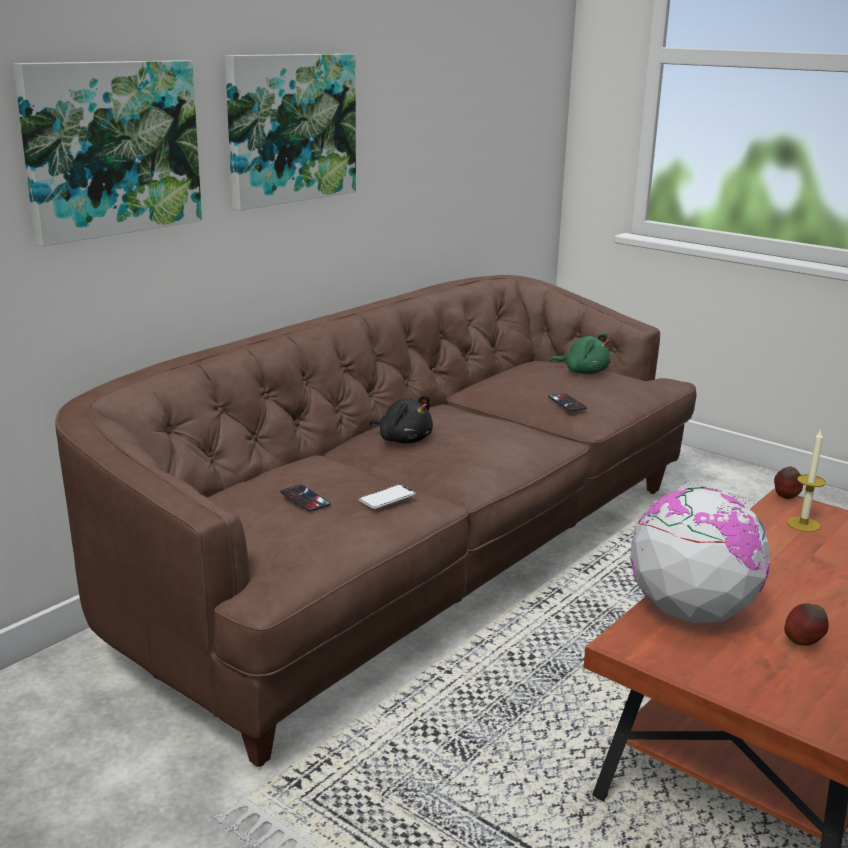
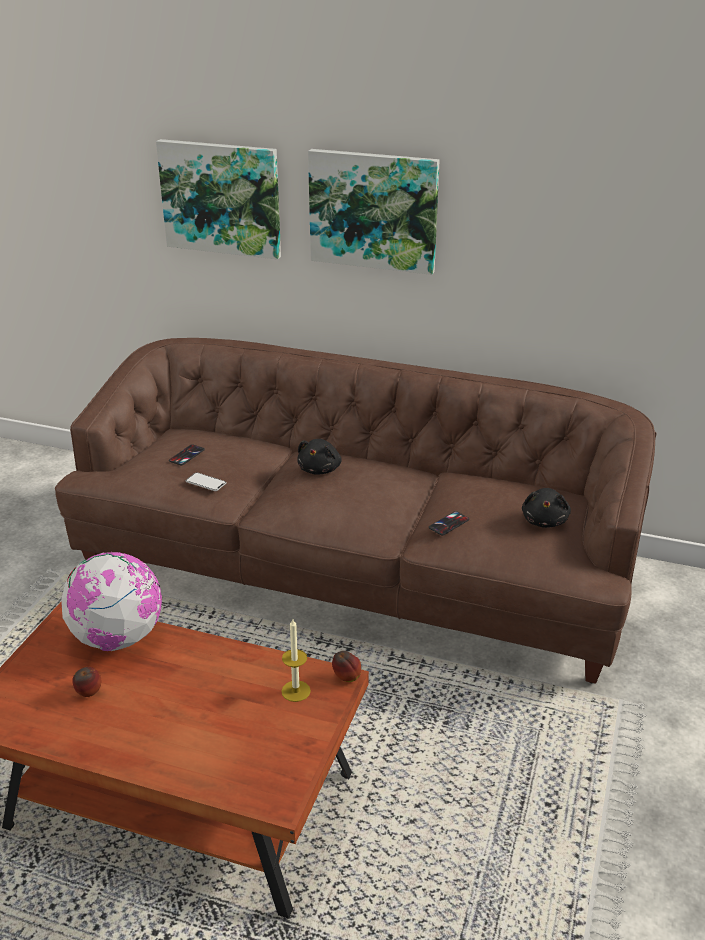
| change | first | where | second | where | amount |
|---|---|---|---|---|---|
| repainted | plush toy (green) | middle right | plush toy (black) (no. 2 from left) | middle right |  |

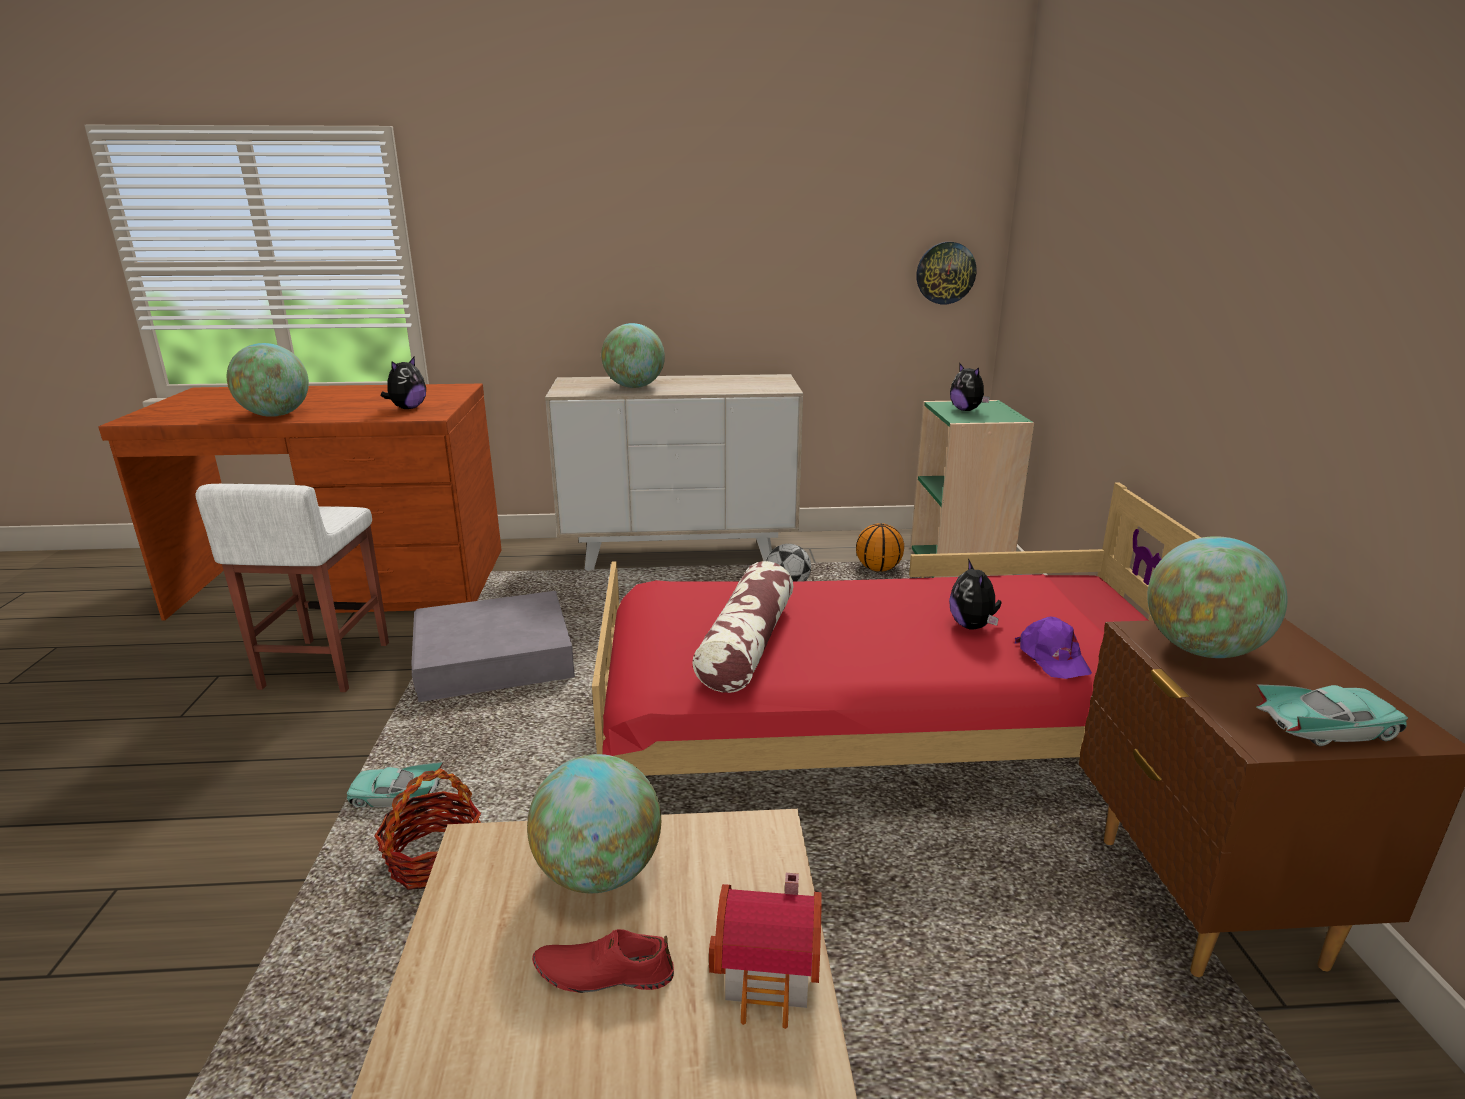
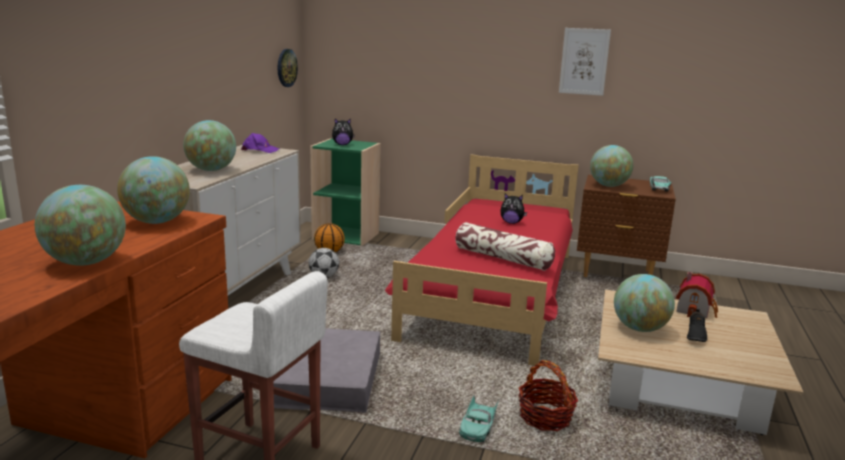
| change | first | where | second | where | amount |
|---|---|---|---|---|---|
| swapped | plush toy (no. 1 from left) | middle left | globe (no. 2 from left) | middle left |  |
| shifted | cap (purple) | middle right |  | top left |  |
| new |  |  | picture | top right |  |
| repainted | shoe (red) | bottom centre | shoe (black) | bottom right |  |

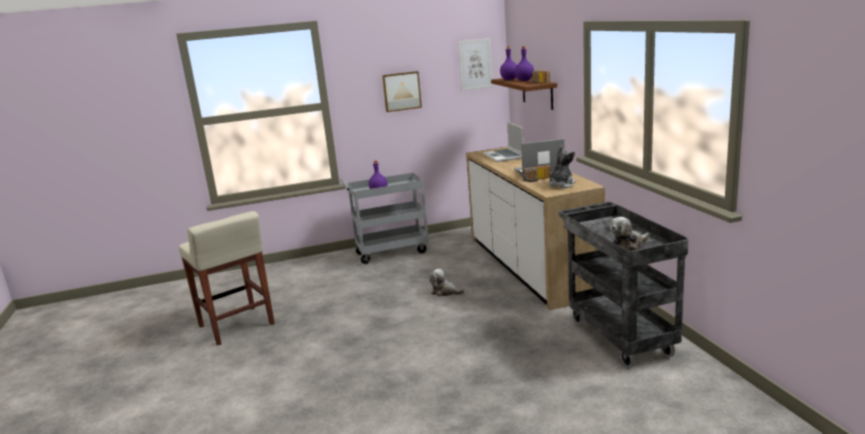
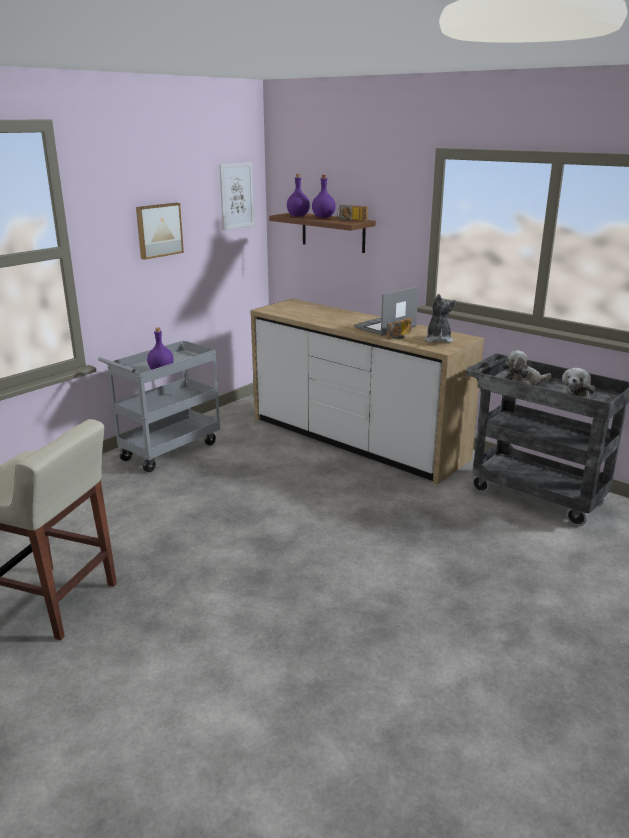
| change | first | where | second | where | amount |
|---|---|---|---|---|---|
| shifted | plush toy (no. 1 from left in the first image) | centre | plush toy (no. 2 from left) | middle right |  |
| gone | laptop (no. 1 from left) | top centre |  |  |  |

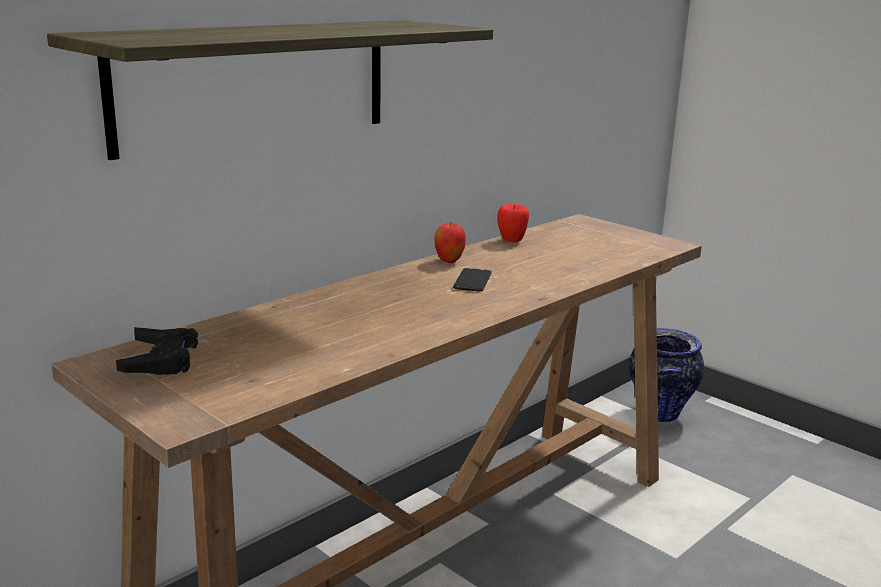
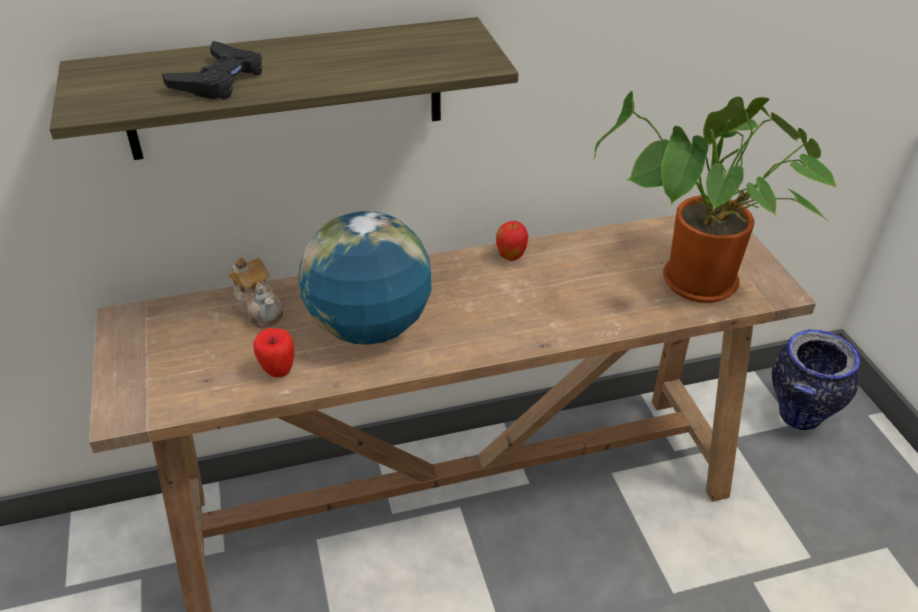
| change | first | where | second | where | amount |
|---|---|---|---|---|---|
| shifted | game controller (black) | middle left |  | top left |  |
| new |  |  | teapot | middle left |  |
| shifted | apple (no. 2 from left in the first image) | centre | apple (no. 1 from left) | middle left |  |
| new |  |  | globe | centre |  |
| new |  |  | potted plant | top right |  |
| gone | phone | centre |  |  |  |

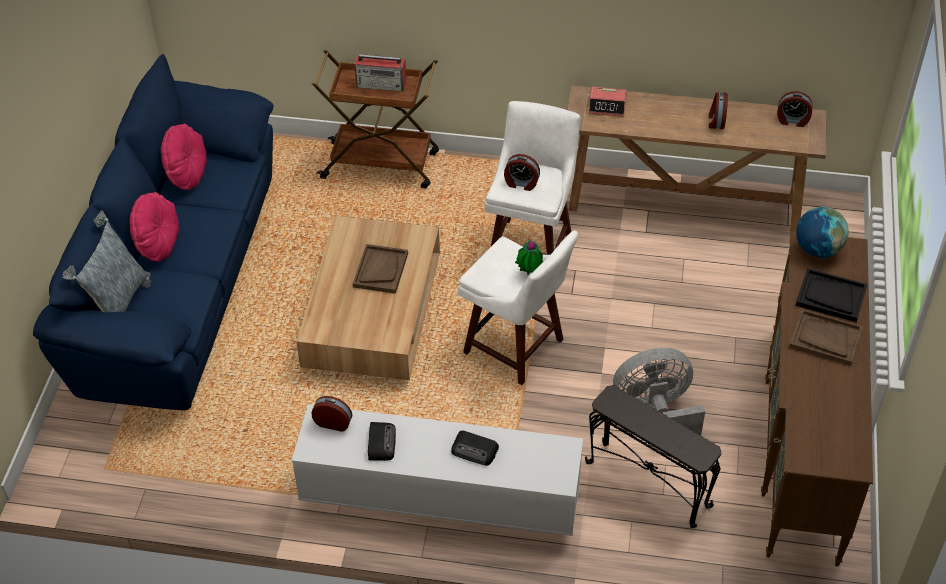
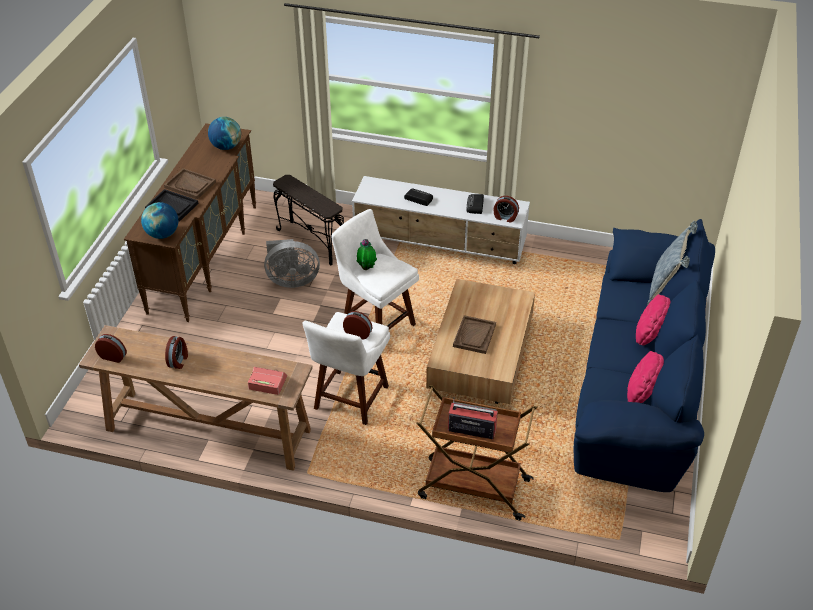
| change | first | where | second | where | amount |
|---|---|---|---|---|---|
| new |  |  | globe (no. 2 from left) | top left |  |

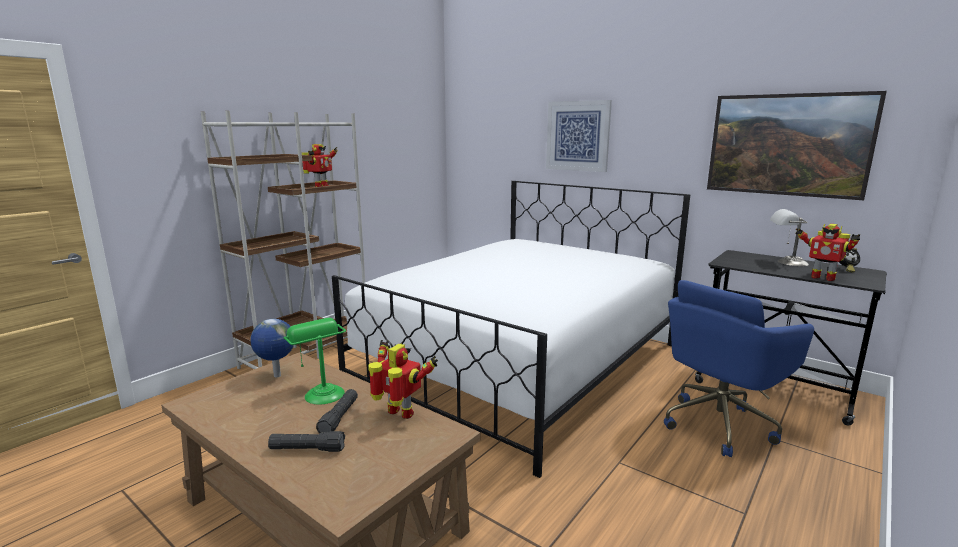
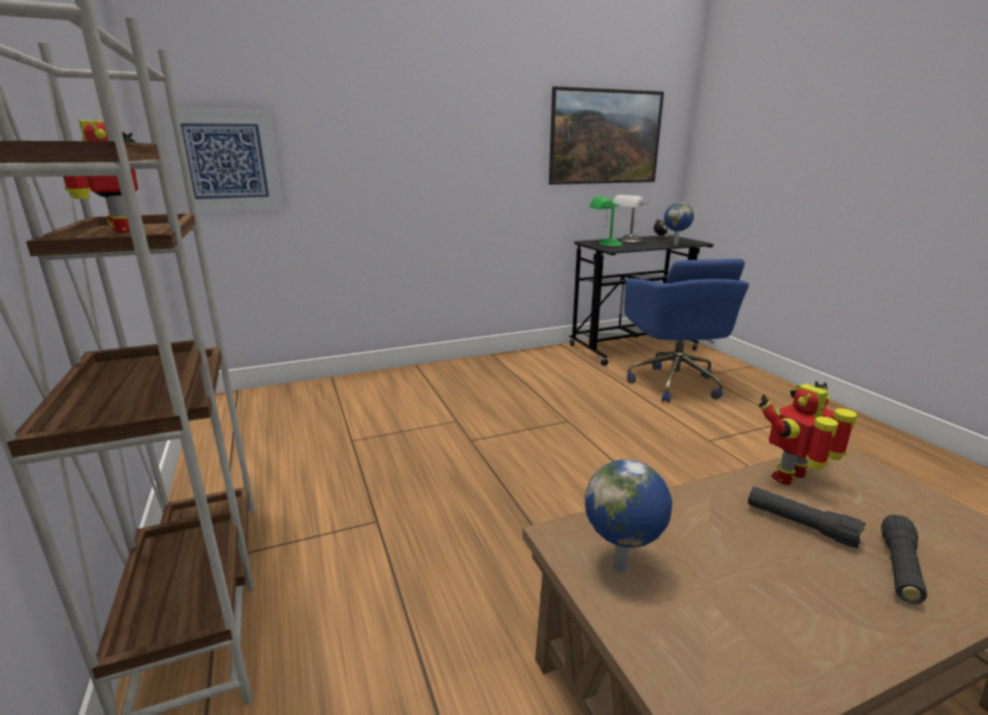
| change | first | where | second | where | amount |
|---|---|---|---|---|---|
| shifted | picture (no. 1 from left) | top centre |  | top left |  |
| shifted | table lamp (green) | middle left |  | top centre |  |
| swapped | toy robot (no. 3 from left) | middle right | globe (no. 2 from left) | top right |  |
| gone | bed (white) | centre |  |  |  |

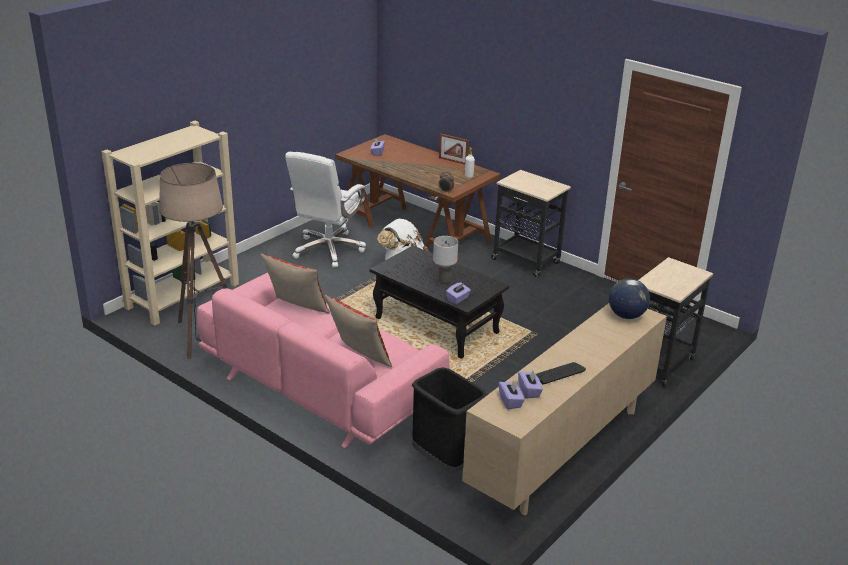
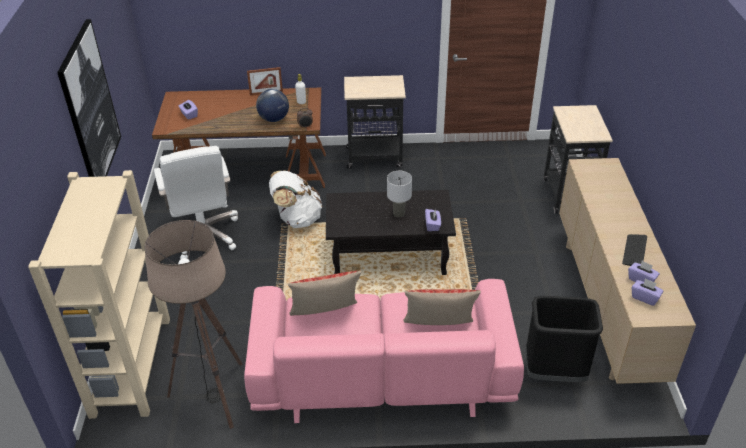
| change | first | where | second | where | amount |
|---|---|---|---|---|---|
| new |  |  | picture | top left |  |
| shifted | globe | middle right |  | top centre |  |

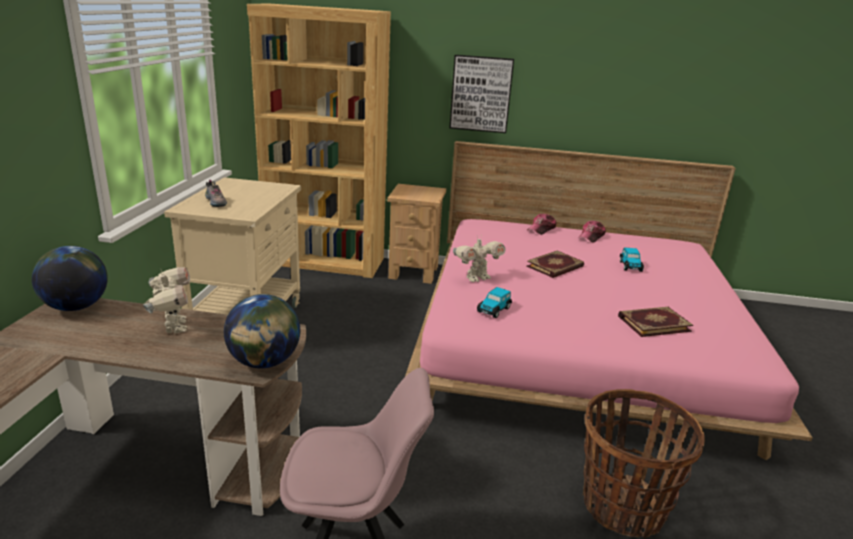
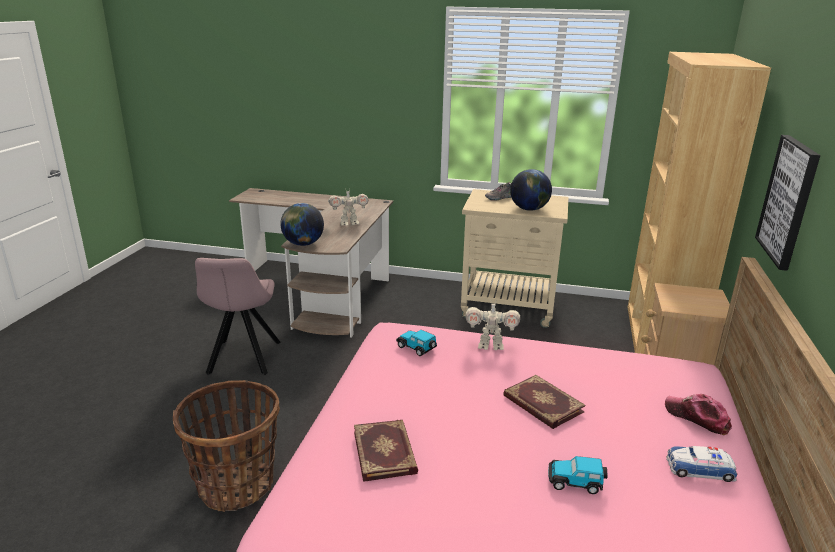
| change | first | where | second | where | amount |
|---|---|---|---|---|---|
| rotated | toy robot (no. 2 from left) | centre |  | centre | 60 degrees counterclockwise |
| shifted | globe (no. 1 from left in the first image) | middle left | globe (no. 2 from left) | centre |  |
| swapped | cap (no. 2 from left) | middle right | toy car (no. 3 from left) | bottom right |  |

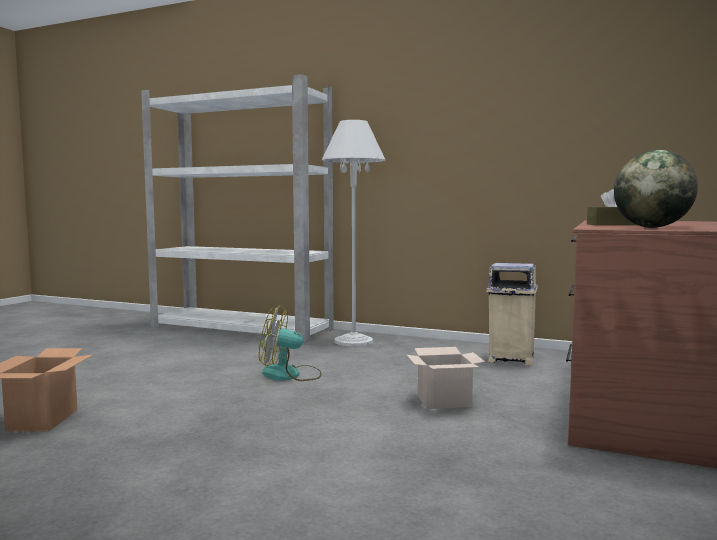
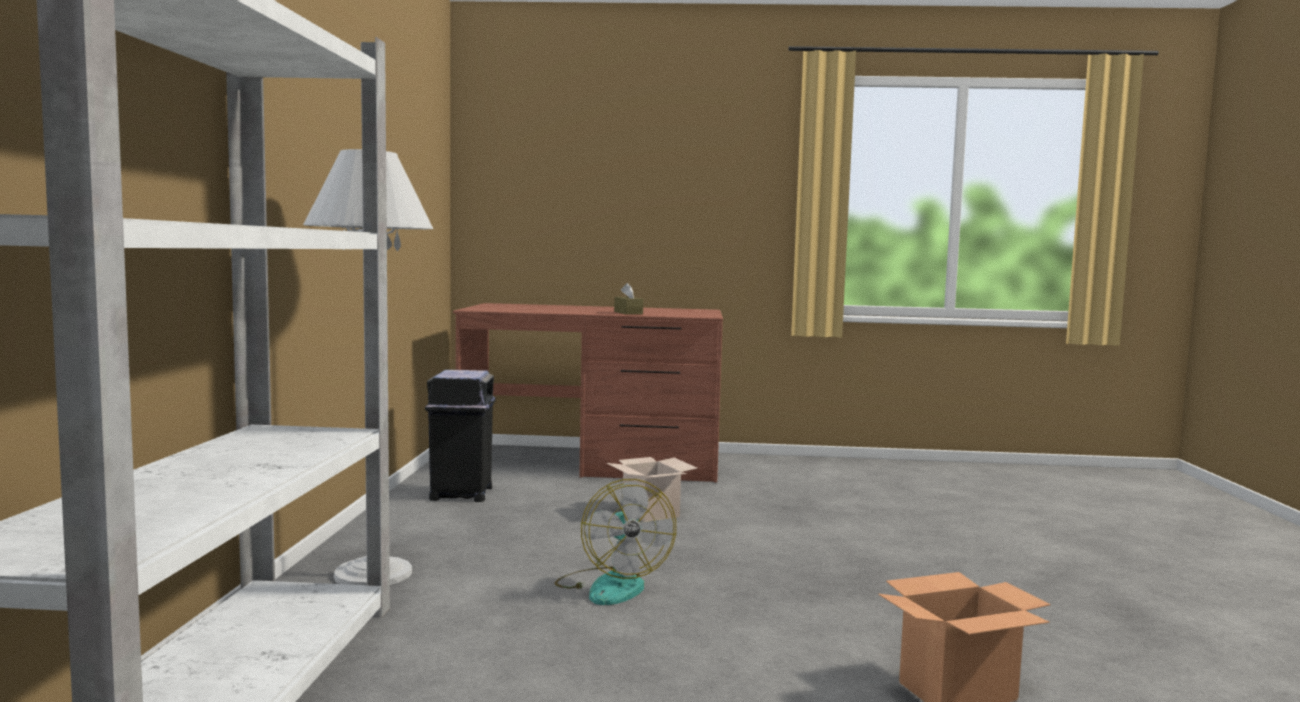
| change | first | where | second | where | amount |
|---|---|---|---|---|---|
| repainted | trash can (beige) | middle right | trash can (black) | centre |  |
| gone | globe | middle right |  |  |  |

